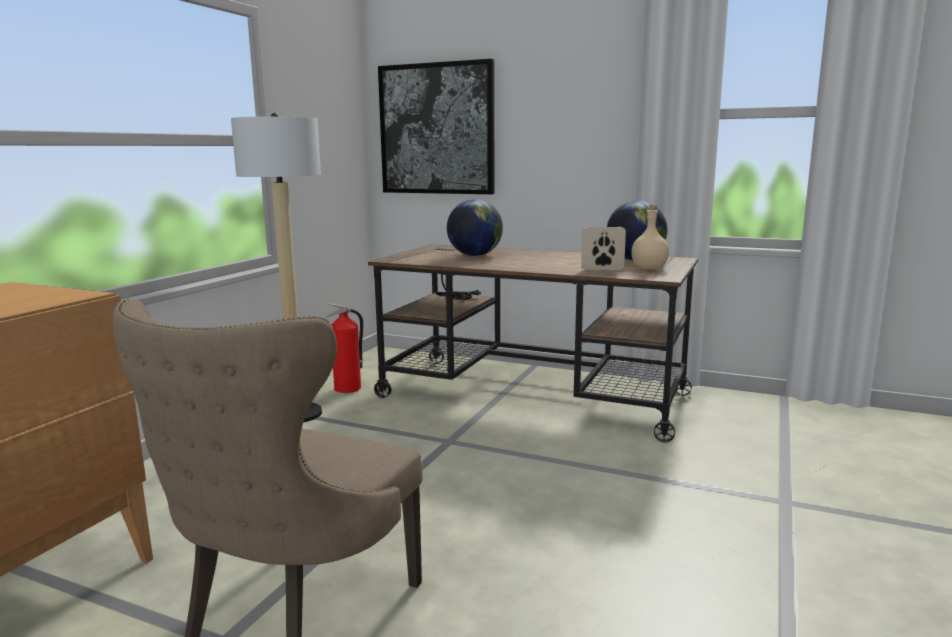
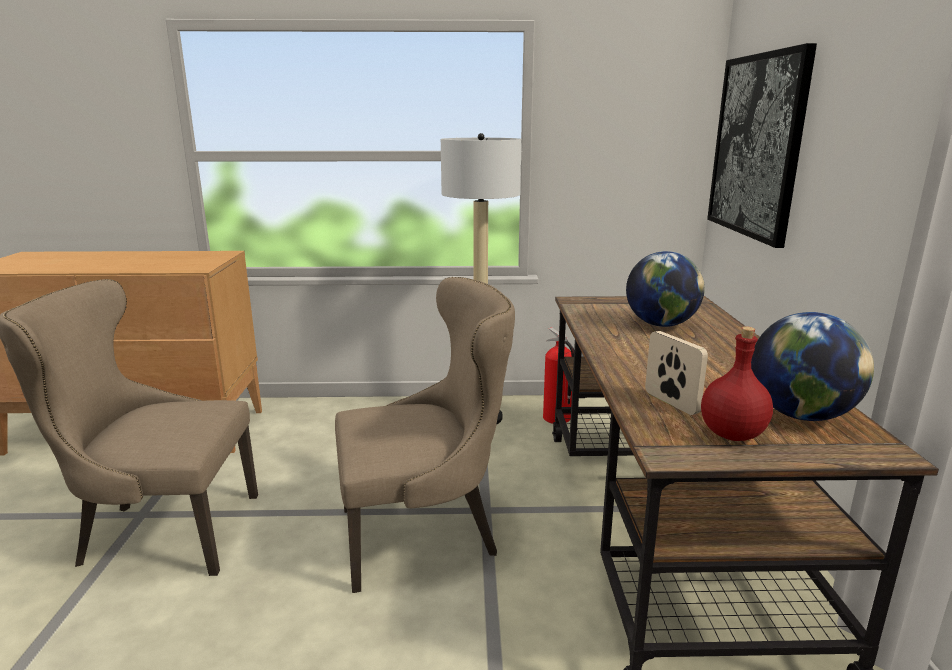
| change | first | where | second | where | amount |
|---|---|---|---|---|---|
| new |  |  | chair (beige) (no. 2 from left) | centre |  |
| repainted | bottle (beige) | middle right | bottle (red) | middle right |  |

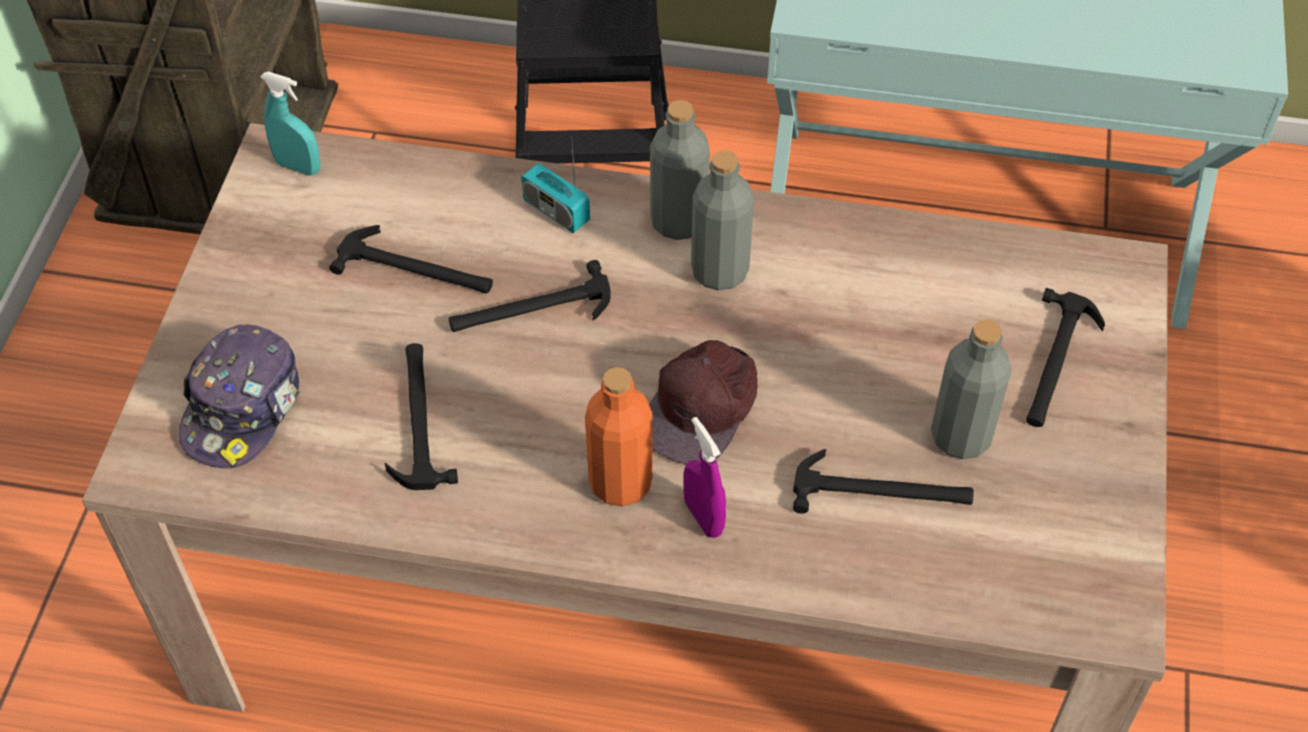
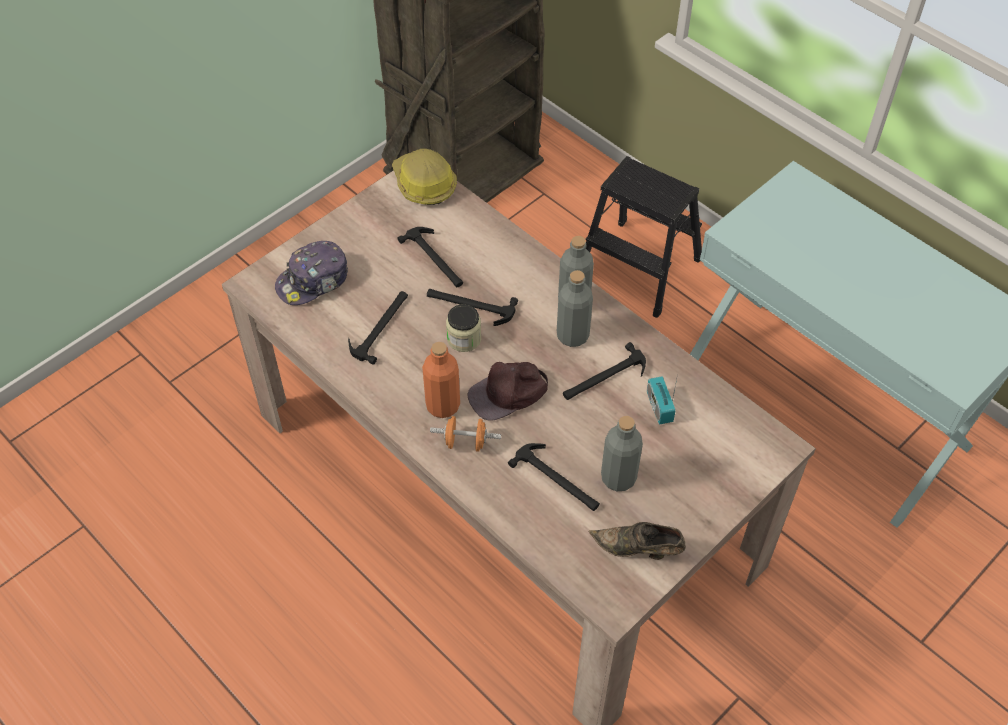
| change | first | where | second | where | amount |
|---|---|---|---|---|---|
| swapped | spray bottle (turquoise) | top left | hard hat | top centre |  |
| swapped | spray bottle (purple) | centre | dumbbell (orange) | centre |  |
| new |  |  | jar | centre |  |
| shifted | hammer (no. 5 from left) | middle right |  | centre |  |
| new |  |  | shoe (brown) | bottom centre |  |
| shifted | radio | top centre |  | centre |  |

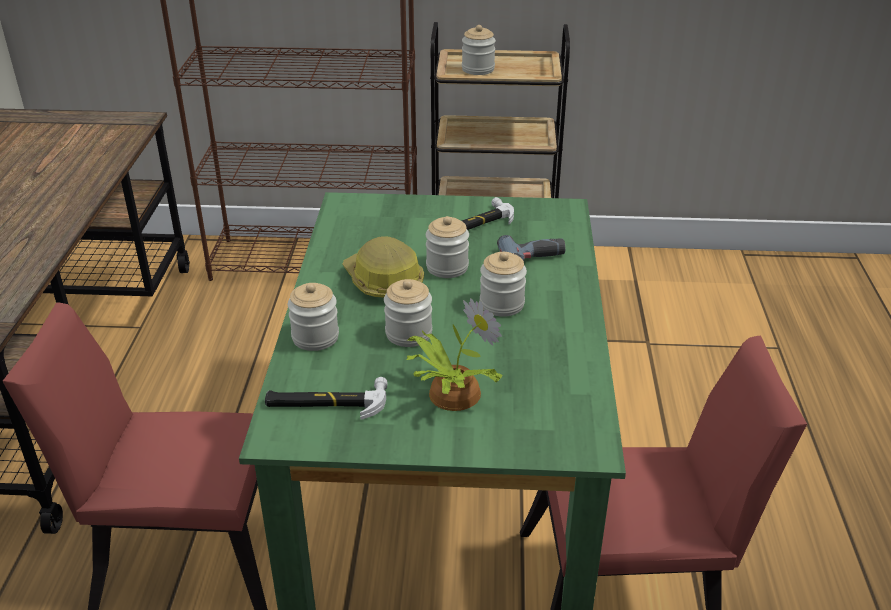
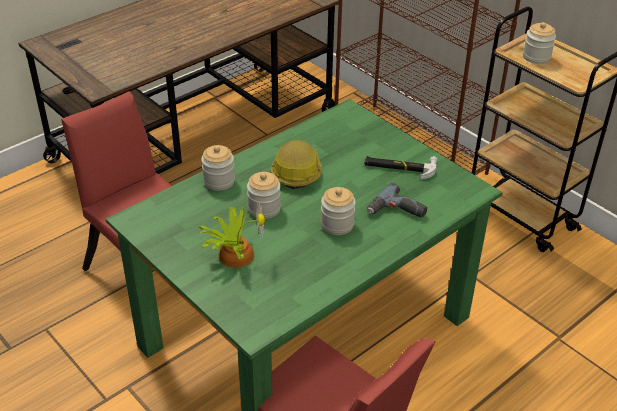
| change | first | where | second | where | amount |
|---|---|---|---|---|---|
| gone | hammer (no. 1 from left) | centre |  |  |  |
| gone | jar (no. 3 from left) | centre |  |  |  |

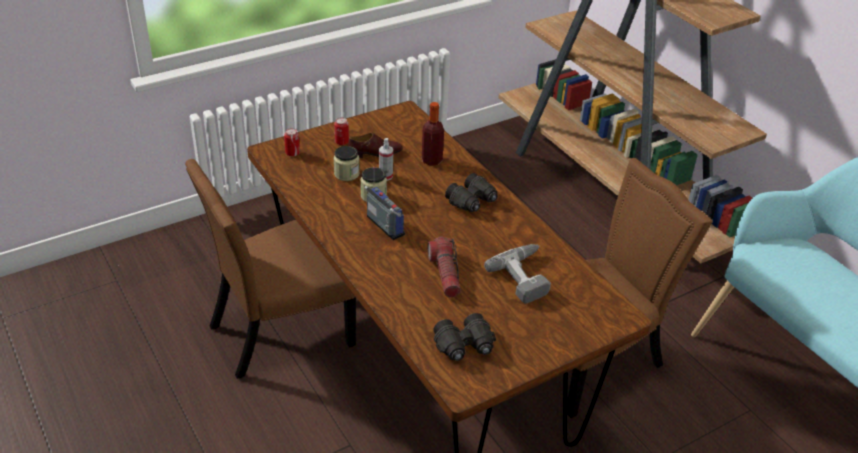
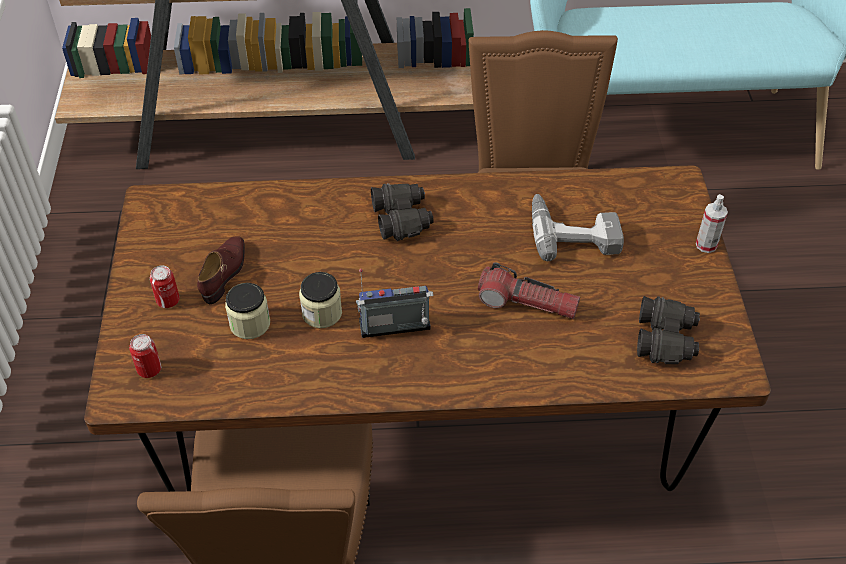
| change | first | where | second | where | amount |
|---|---|---|---|---|---|
| shifted | spray bottle | centre |  | middle right |  |
| gone | bottle | top centre |  |  |  |

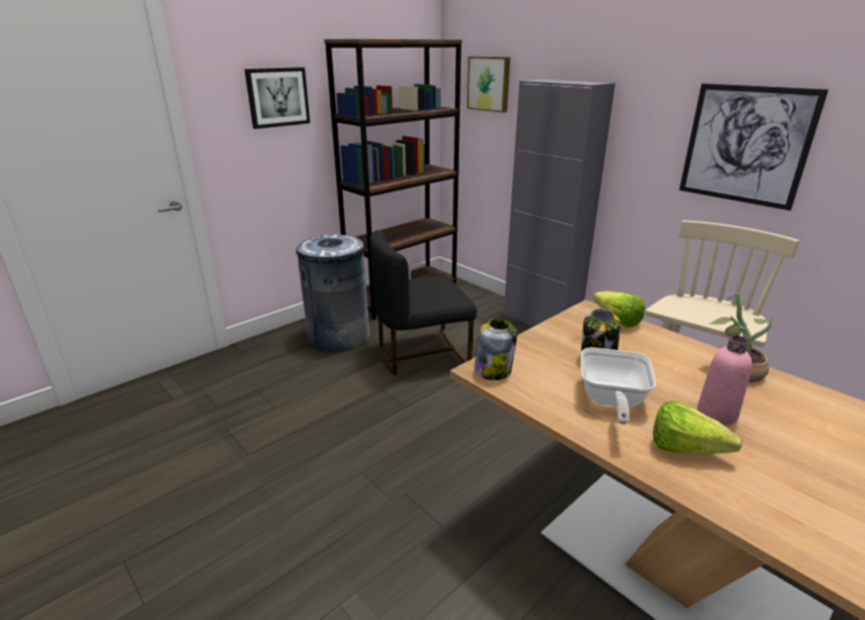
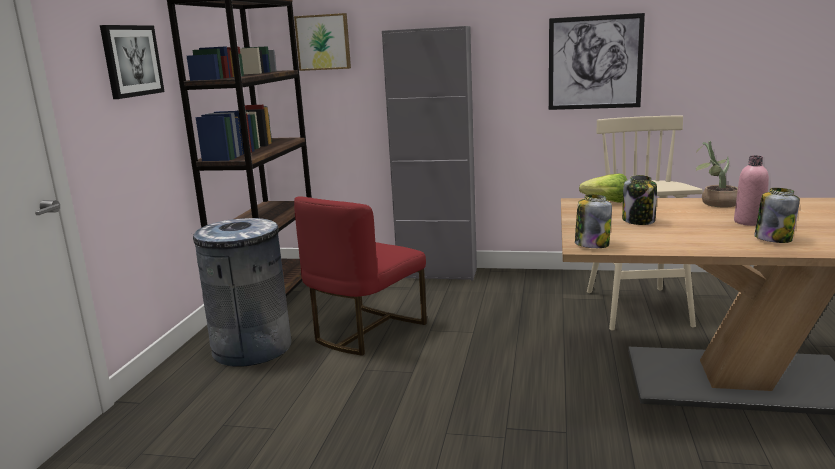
| change | first | where | second | where | amount |
|---|---|---|---|---|---|
| repainted | chair (black) | centre | chair (red) | centre |  |
| swapped | lettuce (no. 2 from left) | bottom right | jar (no. 3 from left) | middle right |  |
| gone | frying pan | middle right |  |  |  |

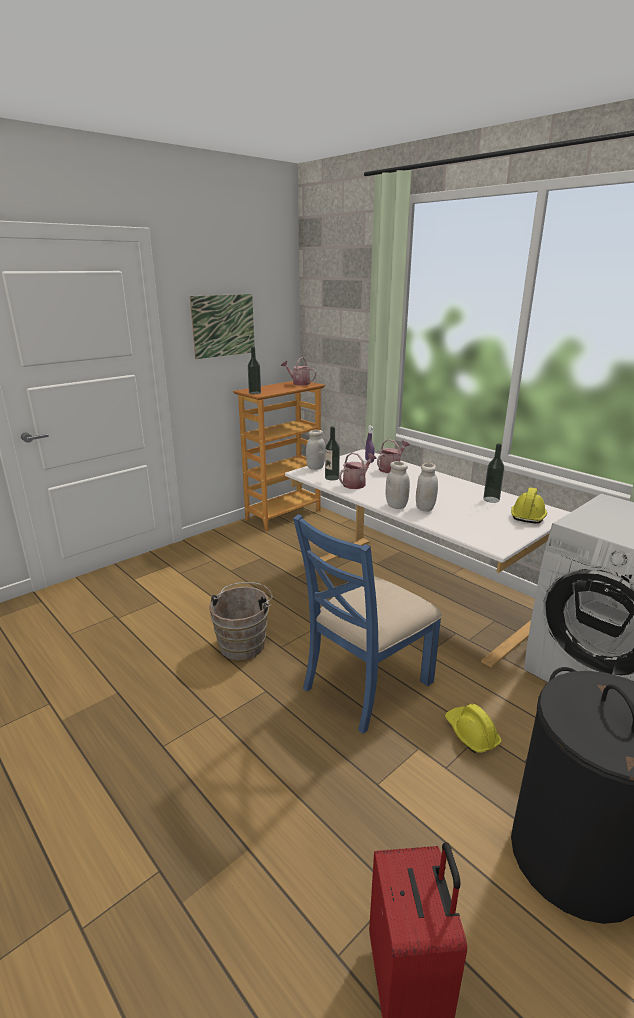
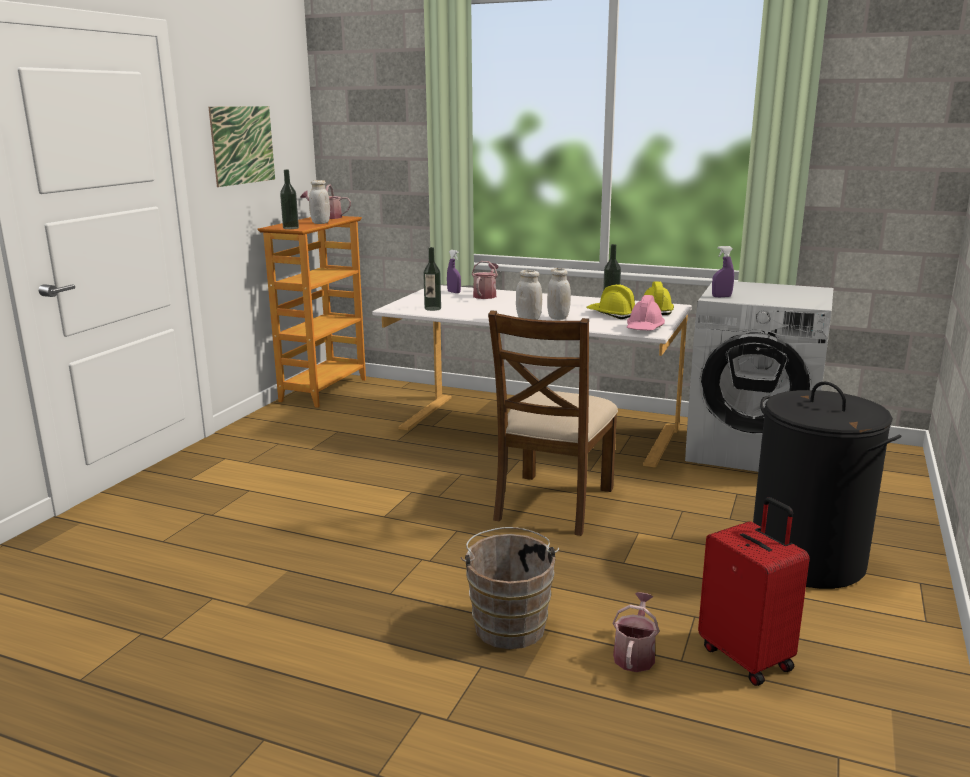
| change | first | where | second | where | amount |
|---|---|---|---|---|---|
| shifted | jar (white) (no. 1 from left) | centre |  | top left |  |
| shifted | bucket (brown) | centre |  | bottom centre |  |
| repainted | chair (blue) | centre | chair (brown) | centre |  |
| shifted | hard hat (yellow) (no. 1 from left) | bottom right |  | centre |  |
| shifted | watering can (no. 2 from left in the first image) | centre | watering can (no. 3 from left) | bottom centre |  |
| new |  |  | hard hat (pink) | centre |  |
| new |  |  | spray bottle (purple) (no. 2 from left) | middle right |  |

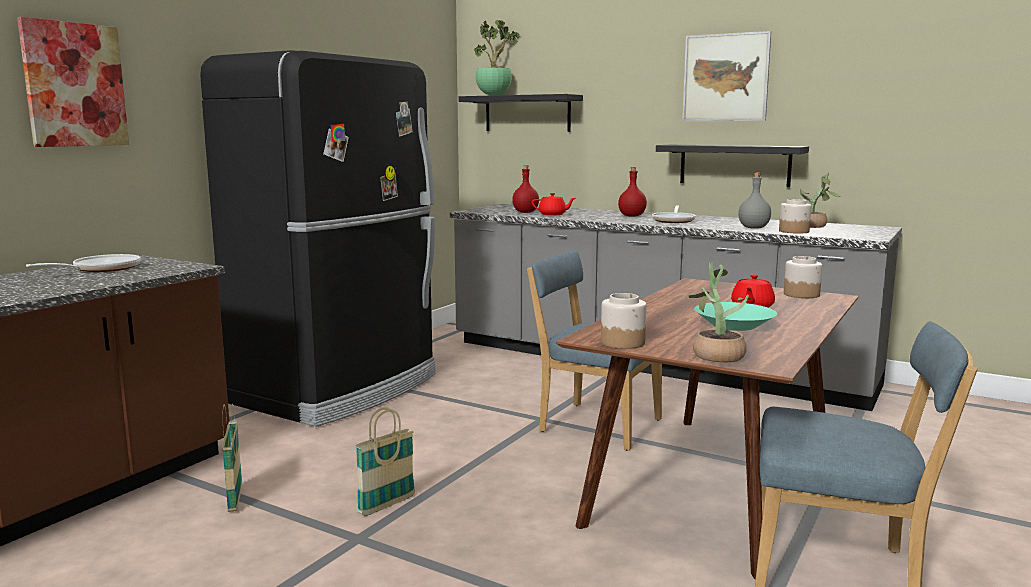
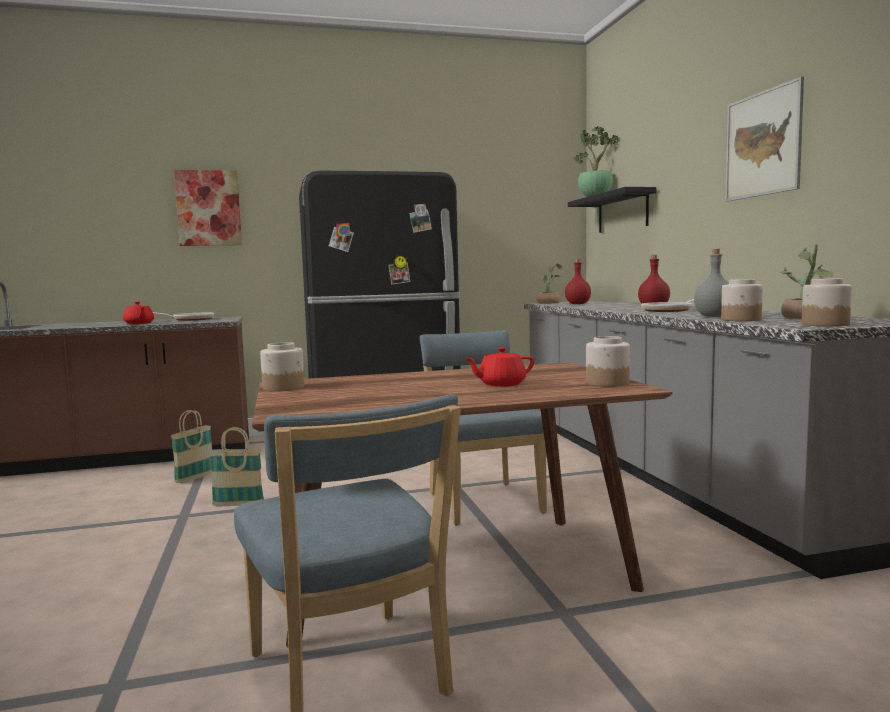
| change | first | where | second | where | amount |
|---|---|---|---|---|---|
| shifted | teapot (red) (no. 1 from left) | centre |  | middle left |  |
| shifted | potted plant (no. 2 from left in the first image) | middle right | potted plant (no. 1 from left) | centre |  |
| new |  |  | jar (no. 4 from left) | middle right |  |
| gone | shelf (black) (no. 2 from left) | top right |  |  |  |
| gone | bowl (turquoise) | middle right |  |  |  |

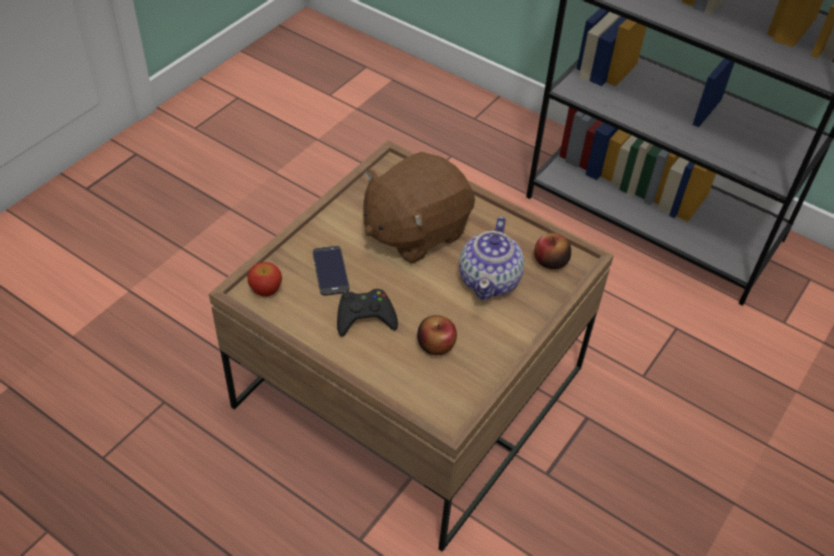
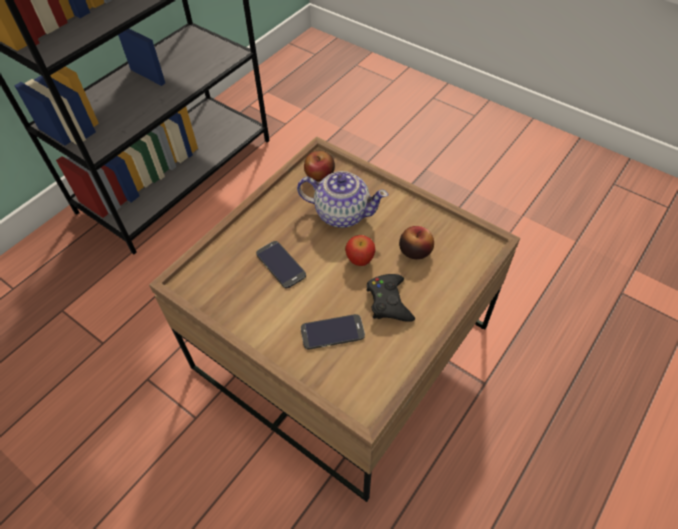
| change | first | where | second | where | amount |
|---|---|---|---|---|---|
| swapped | plush toy (brown) | centre | phone (no. 1 from left) | centre |  |
| shifted | apple (no. 1 from left in the first image) | middle left | apple (no. 2 from left) | centre |  |

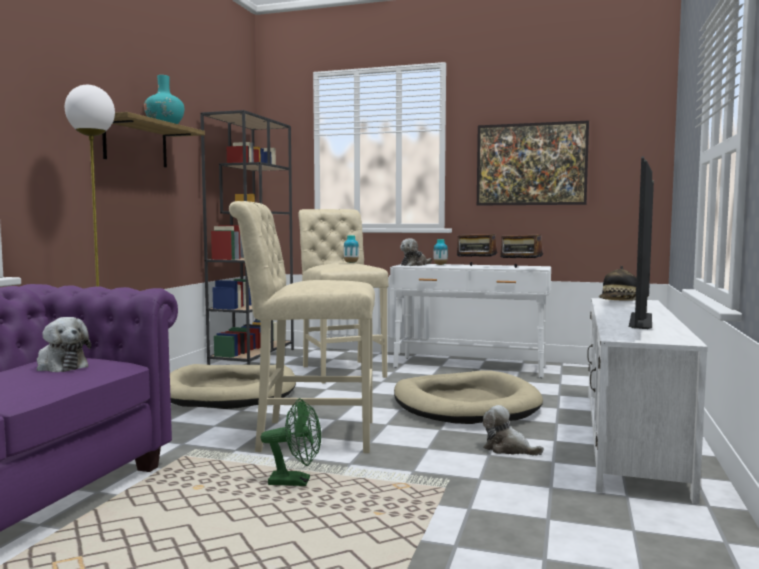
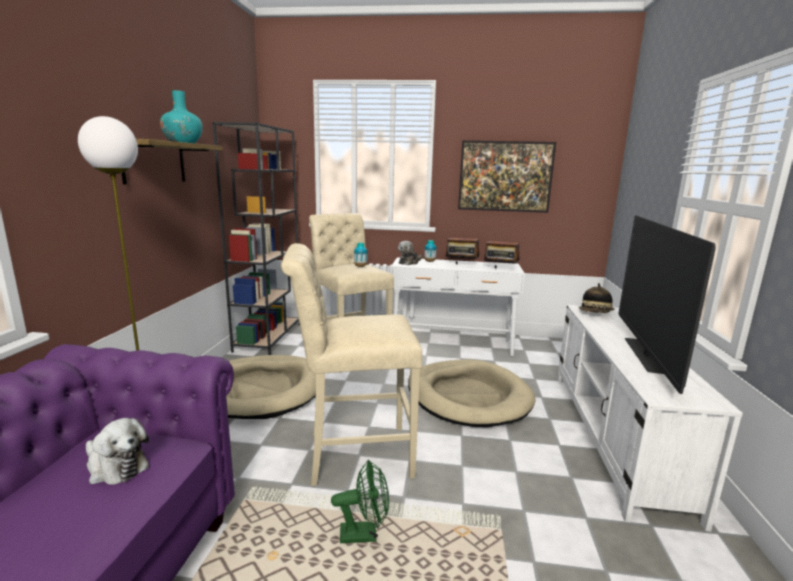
| change | first | where | second | where | amount |
|---|---|---|---|---|---|
| gone | plush toy (no. 3 from left) | bottom right |  |  |  |

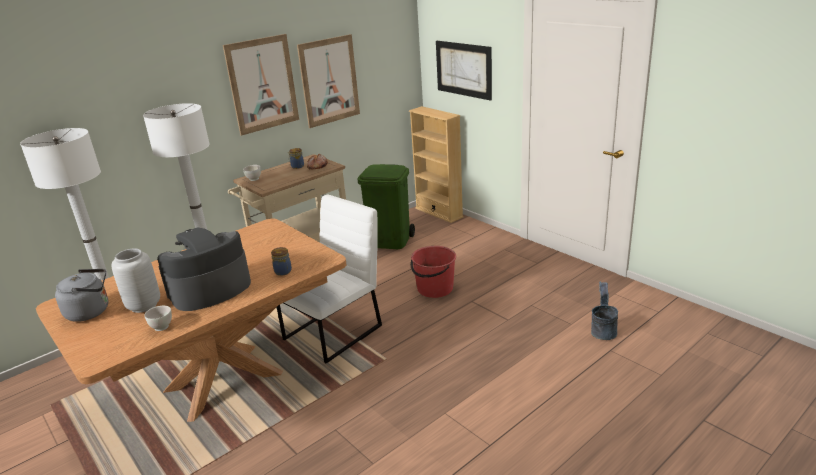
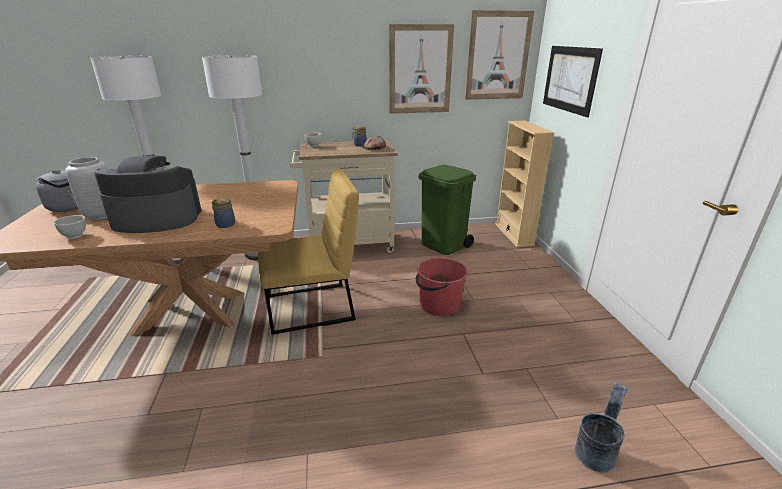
| change | first | where | second | where | amount |
|---|---|---|---|---|---|
| repainted | chair (white) | centre | chair (yellow) | centre |  |
| shifted | picture (no. 1 from left in the first image) | top left | picture (no. 2 from left) | top centre |  |

